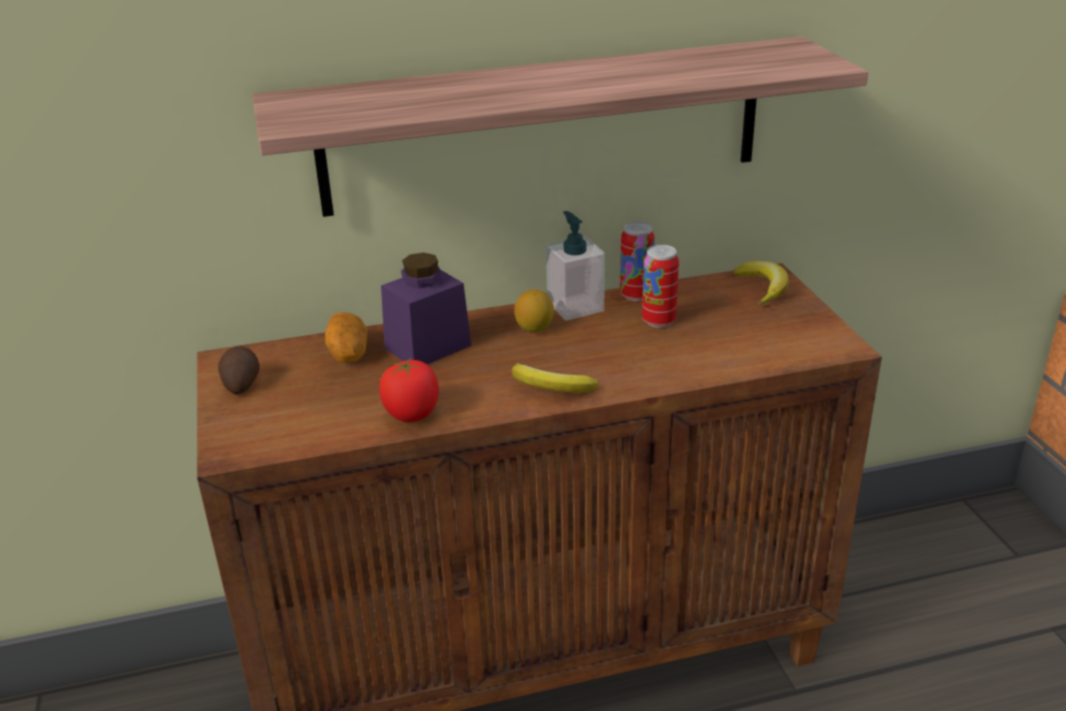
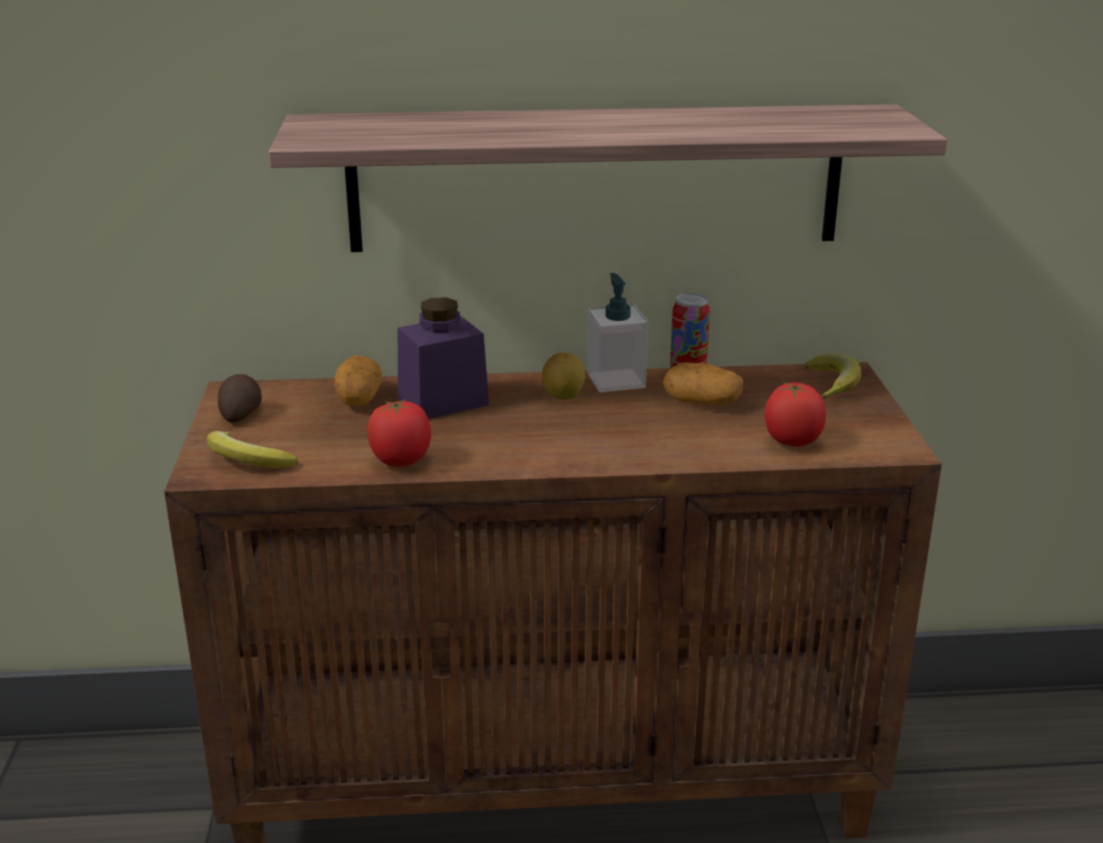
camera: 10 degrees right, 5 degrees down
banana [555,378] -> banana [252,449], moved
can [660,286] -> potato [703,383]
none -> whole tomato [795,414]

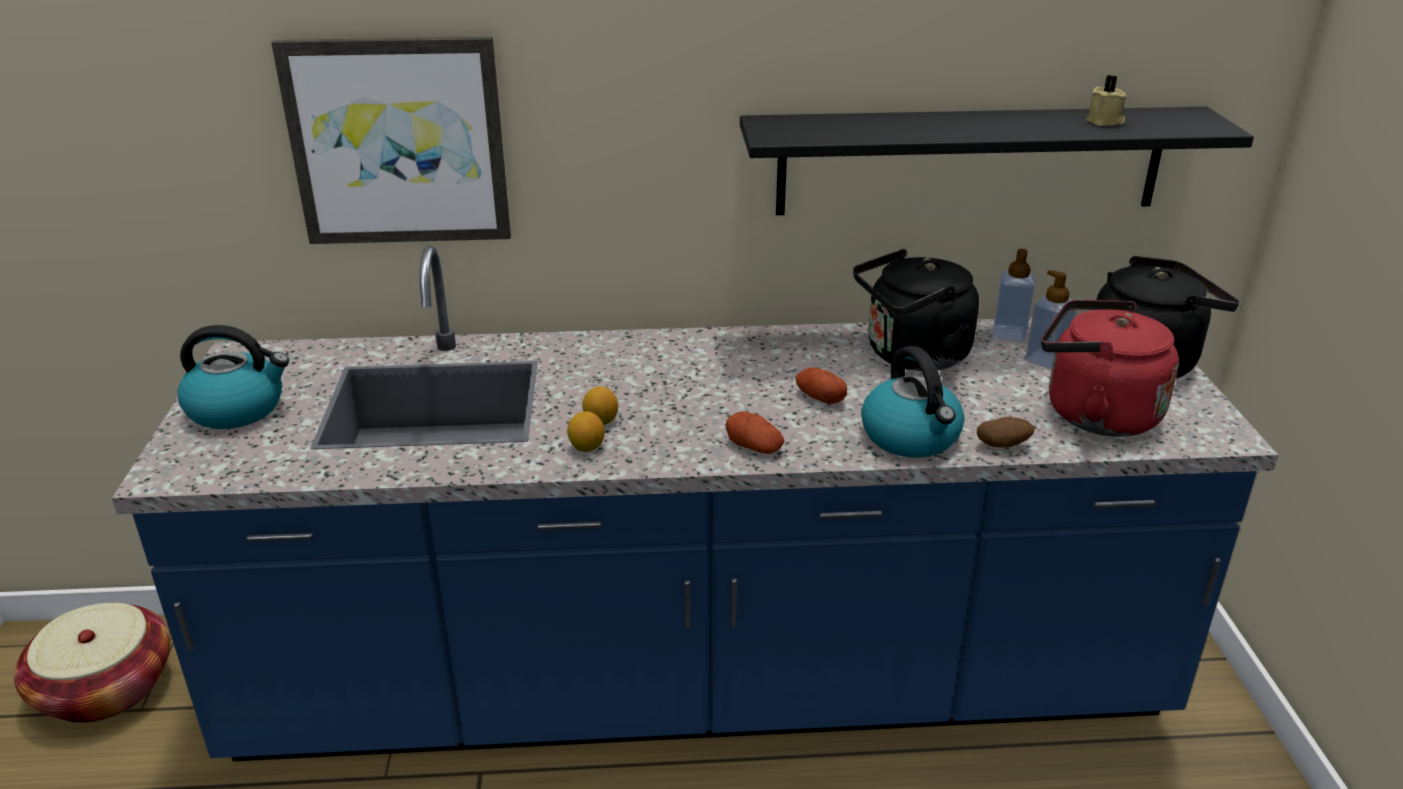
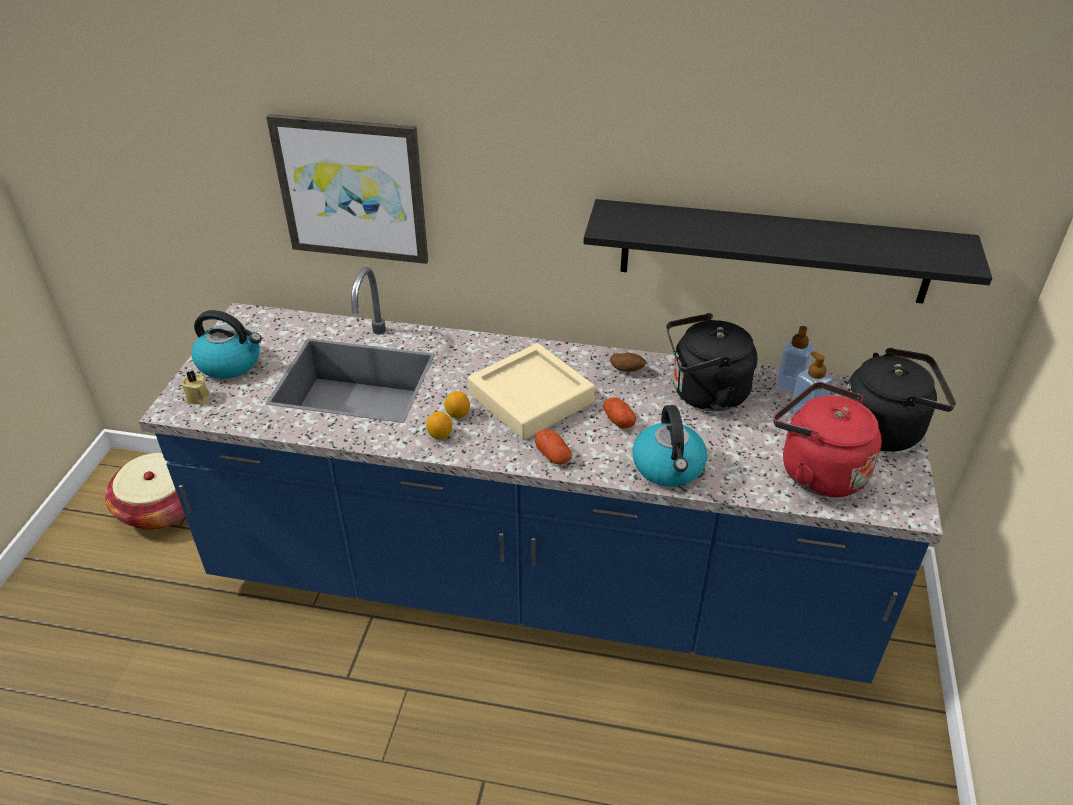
camera: 15 degrees right, 10 degrees up
potato [1006,432] -> potato [628,362], moved
beige-coloured candle [1106,100] -> beige-coloured candle [196,388], moved
none -> beige-coloured carrying tray [531,391]

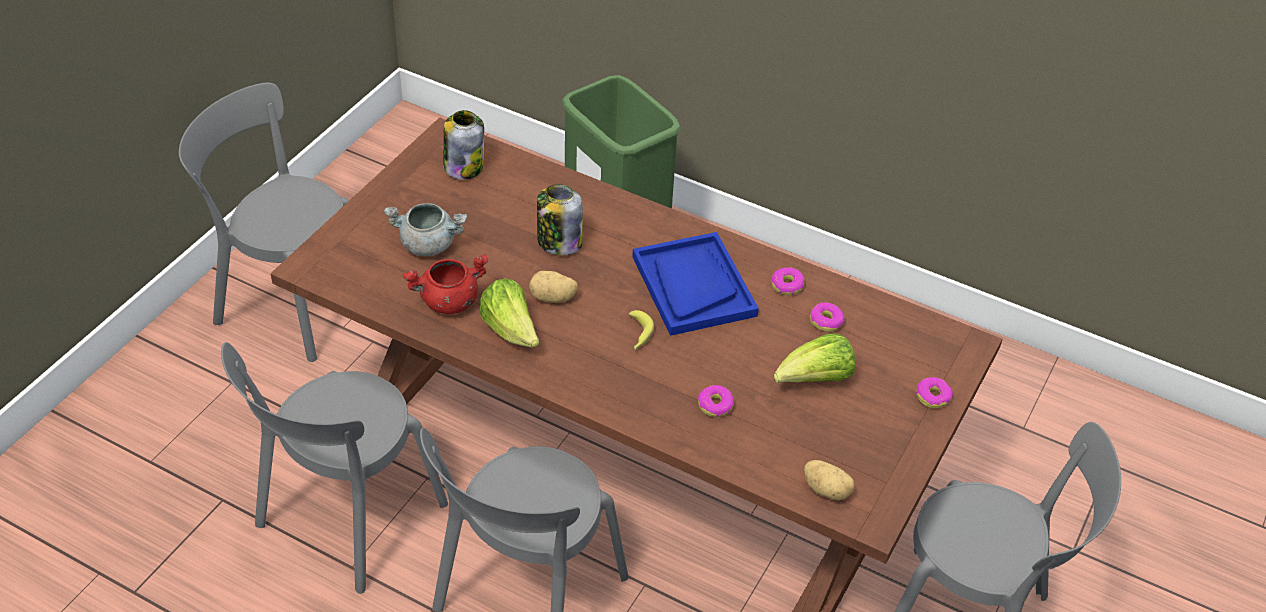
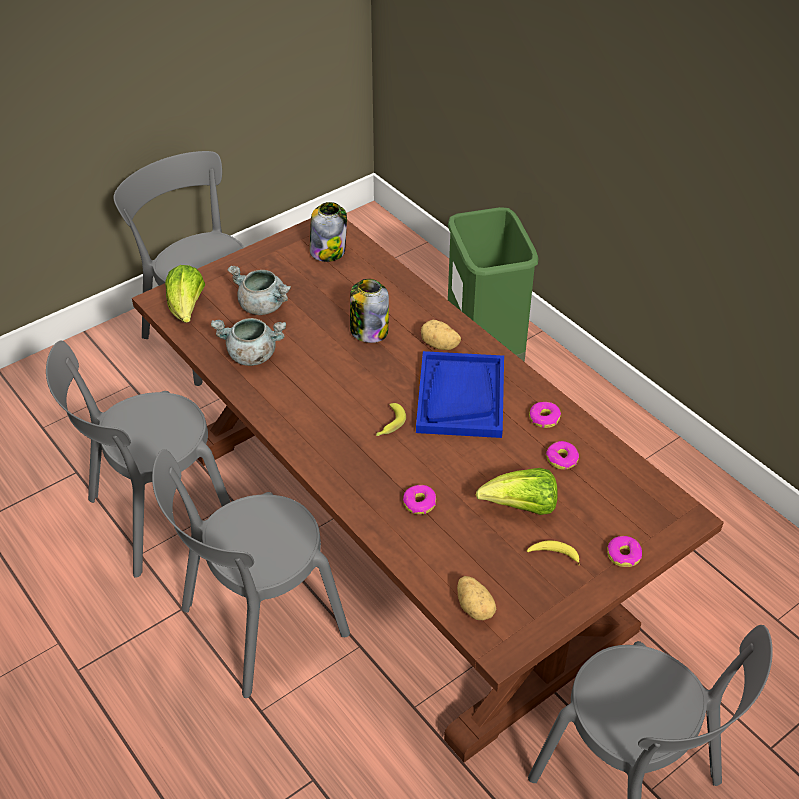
camera: 25 degrees right, 0 degrees up
red-coloured saucepot [445,284] -> grey saucepot [248,342]
lettuce [509,313] -> lettuce [185,294], moved
potato [553,287] -> potato [441,335], moved
none -> banana [553,553]

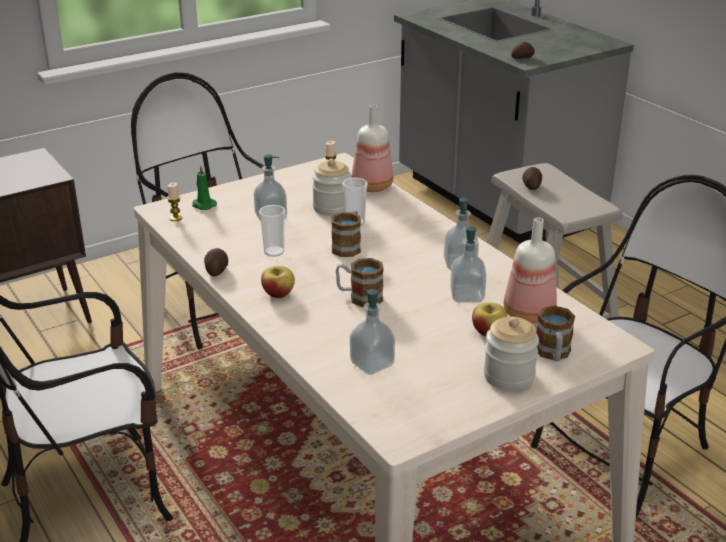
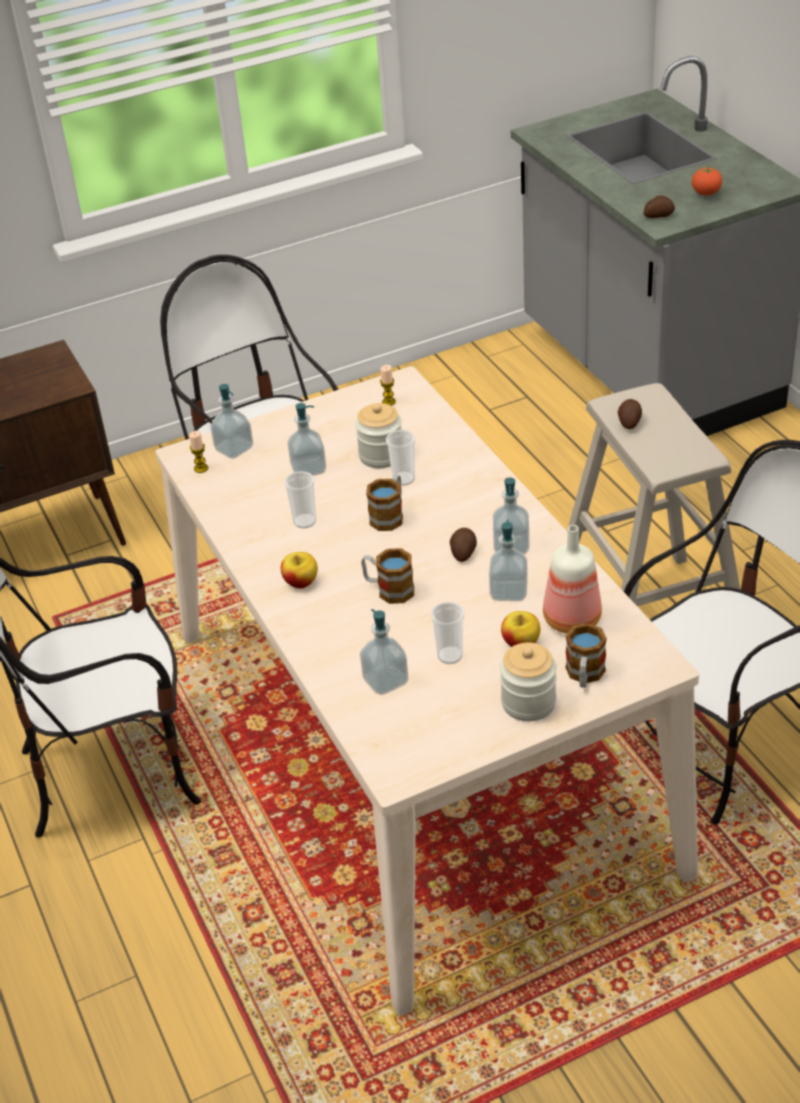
camera: 10 degrees right, 10 degrees up
green candle [204,187] -> soap bottle [231,421]
potato [216,262] -> potato [463,545], moved
drink bottle [372,148] -> none
none -> cup [448,633]
none -> whole tomato [707,181]

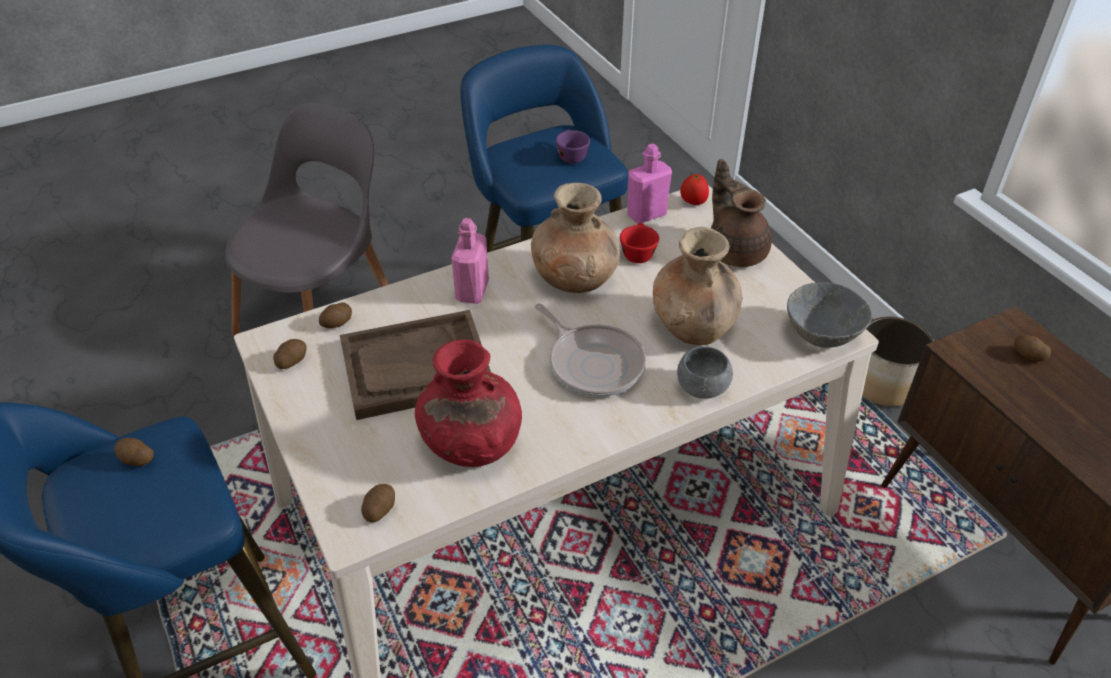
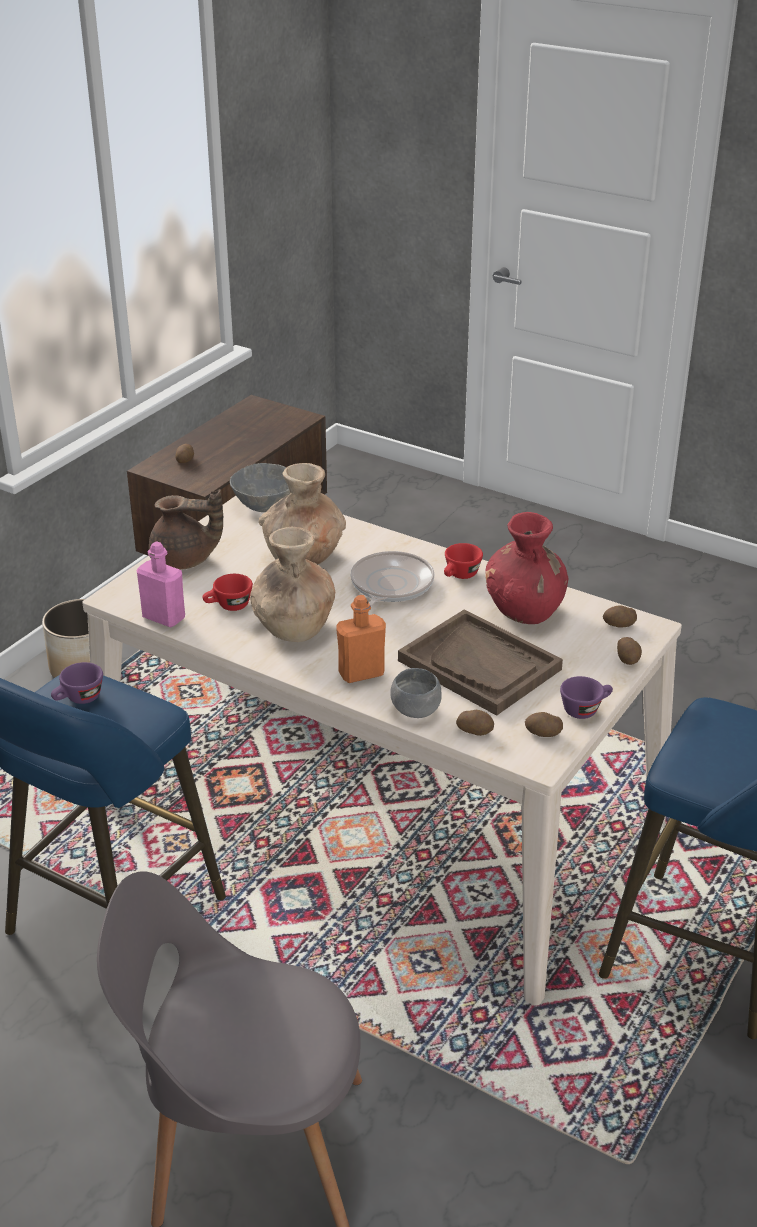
camera: 120 degrees left, 10 degrees down
potato [134,452] -> potato [629,651], moved
pink drink bottle [470,261] -> orange-coloured drink bottle [361,639]
grey deep dish [705,372] -> grey deep dish [416,693], moved
whole tomato [694,189] -> none
brownish pot for tea [741,213] -> brownish pot for tea [186,529], 120 degrees counterclockwise
none -> red-coloured cup [463,561]
none -> purple cup [586,697]

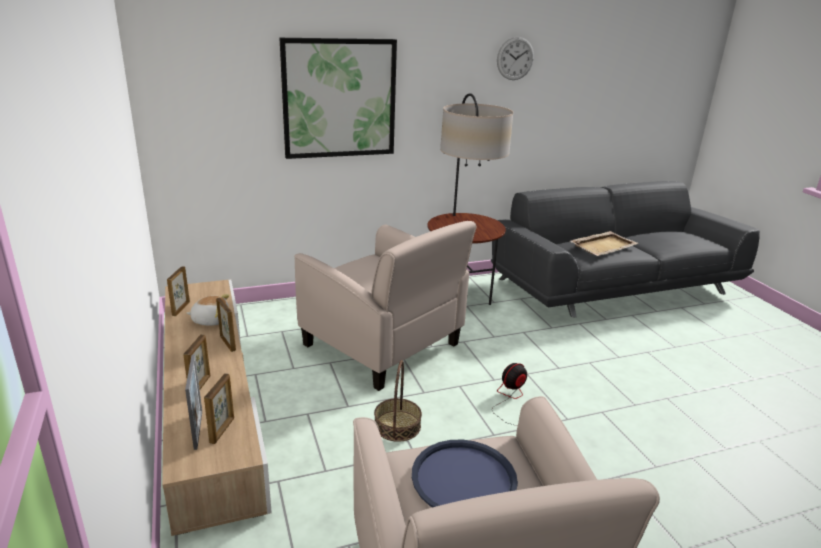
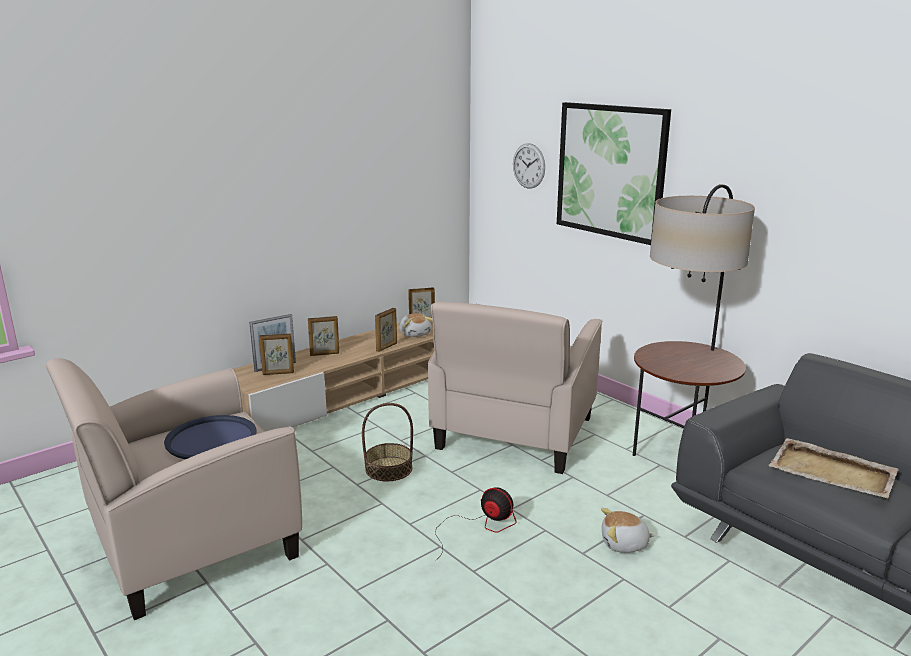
camera: 70 degrees right, 5 degrees down
wall clock [515,58] -> wall clock [529,166], moved
none -> soft toy [628,530]

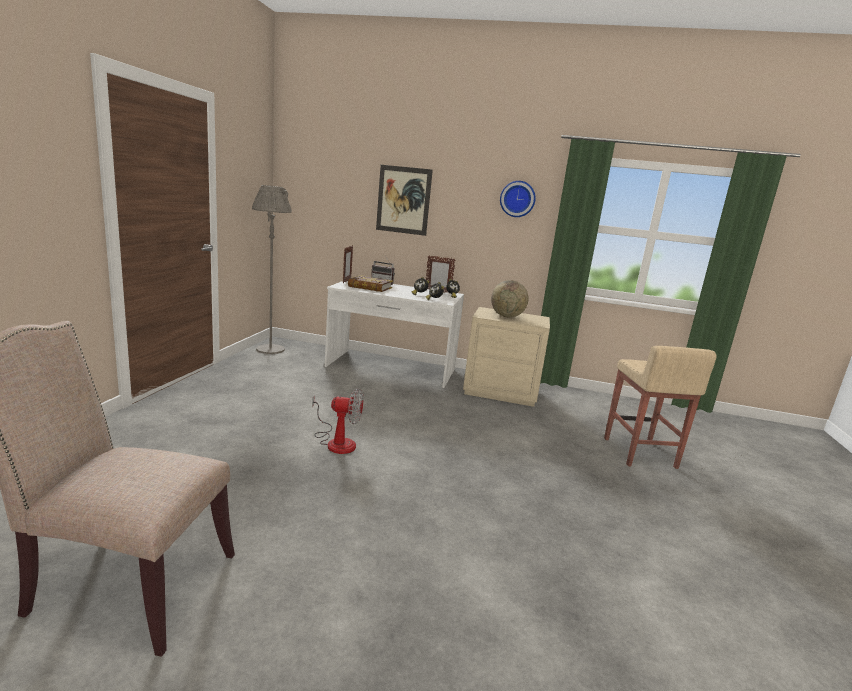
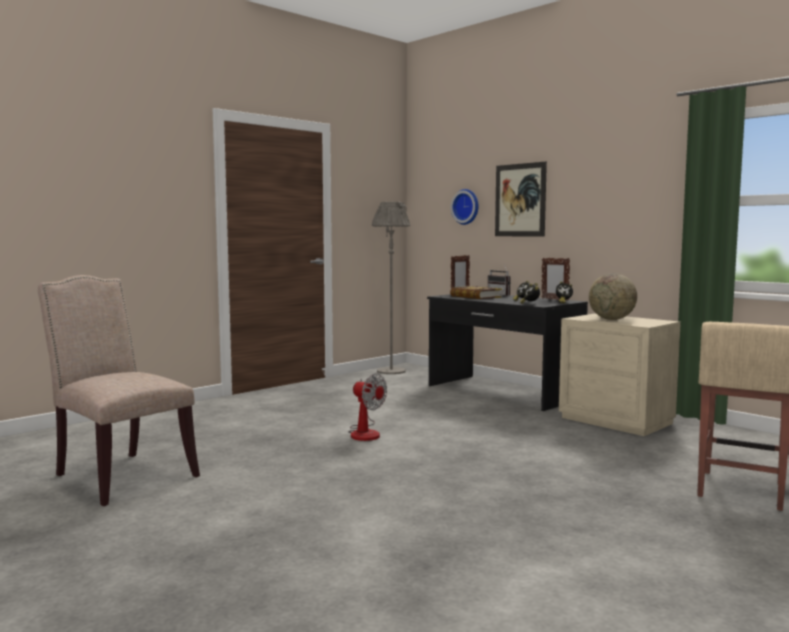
camera: 35 degrees right, 10 degrees down
whitish desk unit [394,334] -> black desk unit [507,352]
wall clock [518,199] -> wall clock [465,207], moved

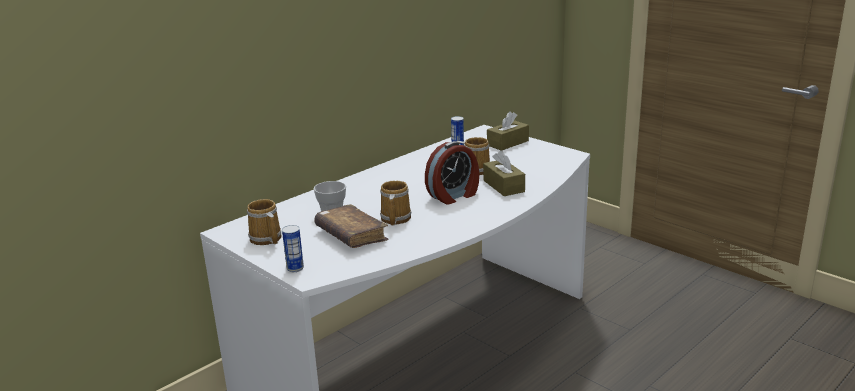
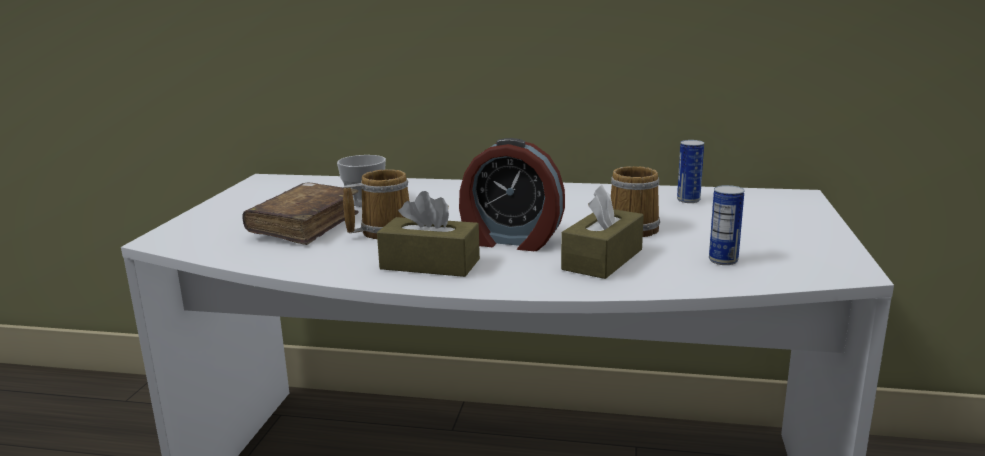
camera: 55 degrees right, 5 degrees down
tea mug [264,222] -> none
can [293,248] -> can [727,225], moved
brownish box of tissues [508,131] -> brownish box of tissues [428,234], moved

